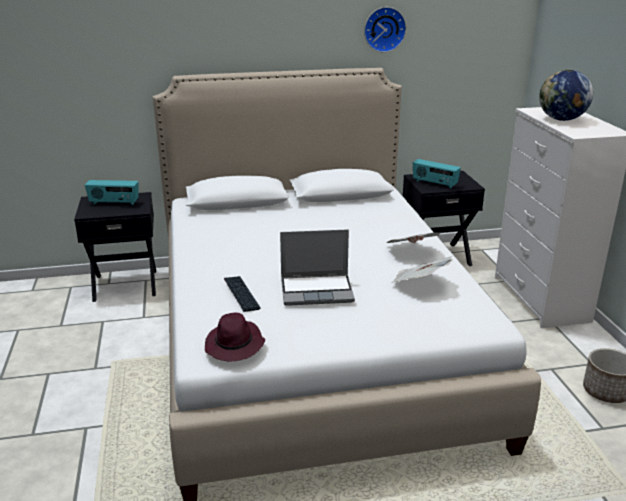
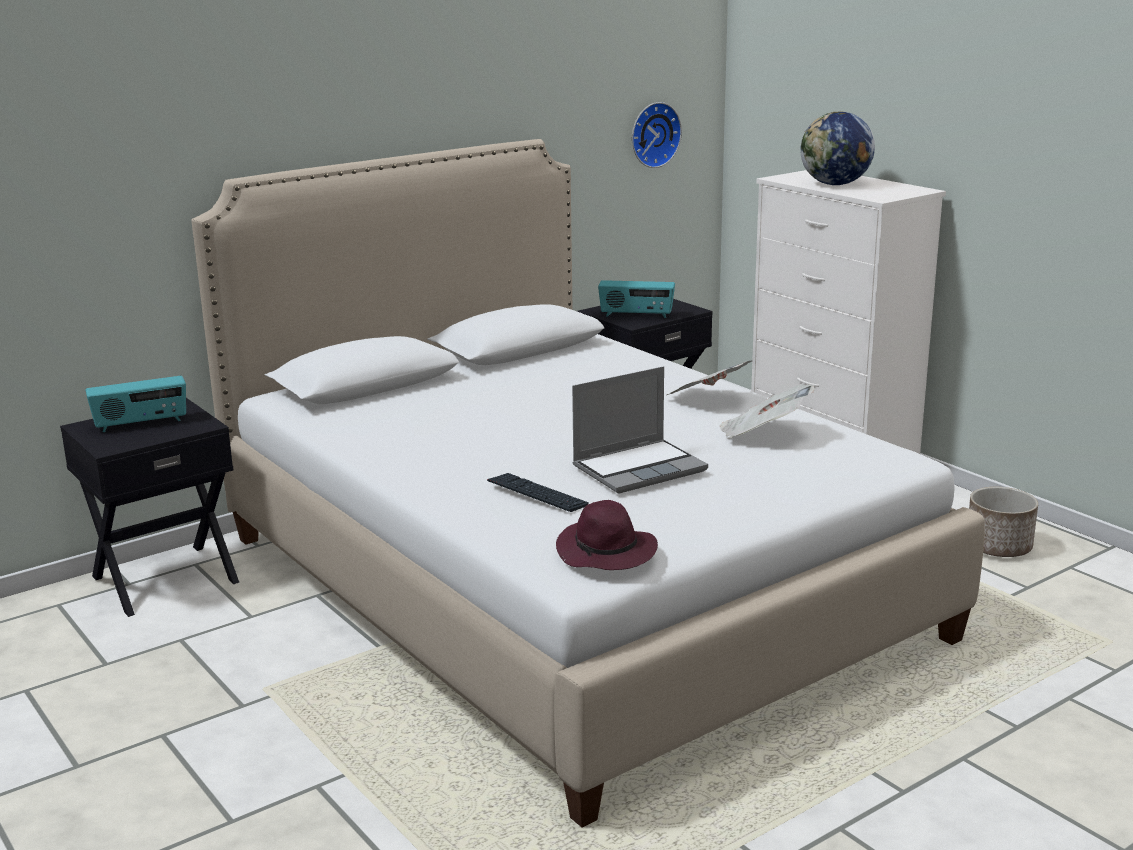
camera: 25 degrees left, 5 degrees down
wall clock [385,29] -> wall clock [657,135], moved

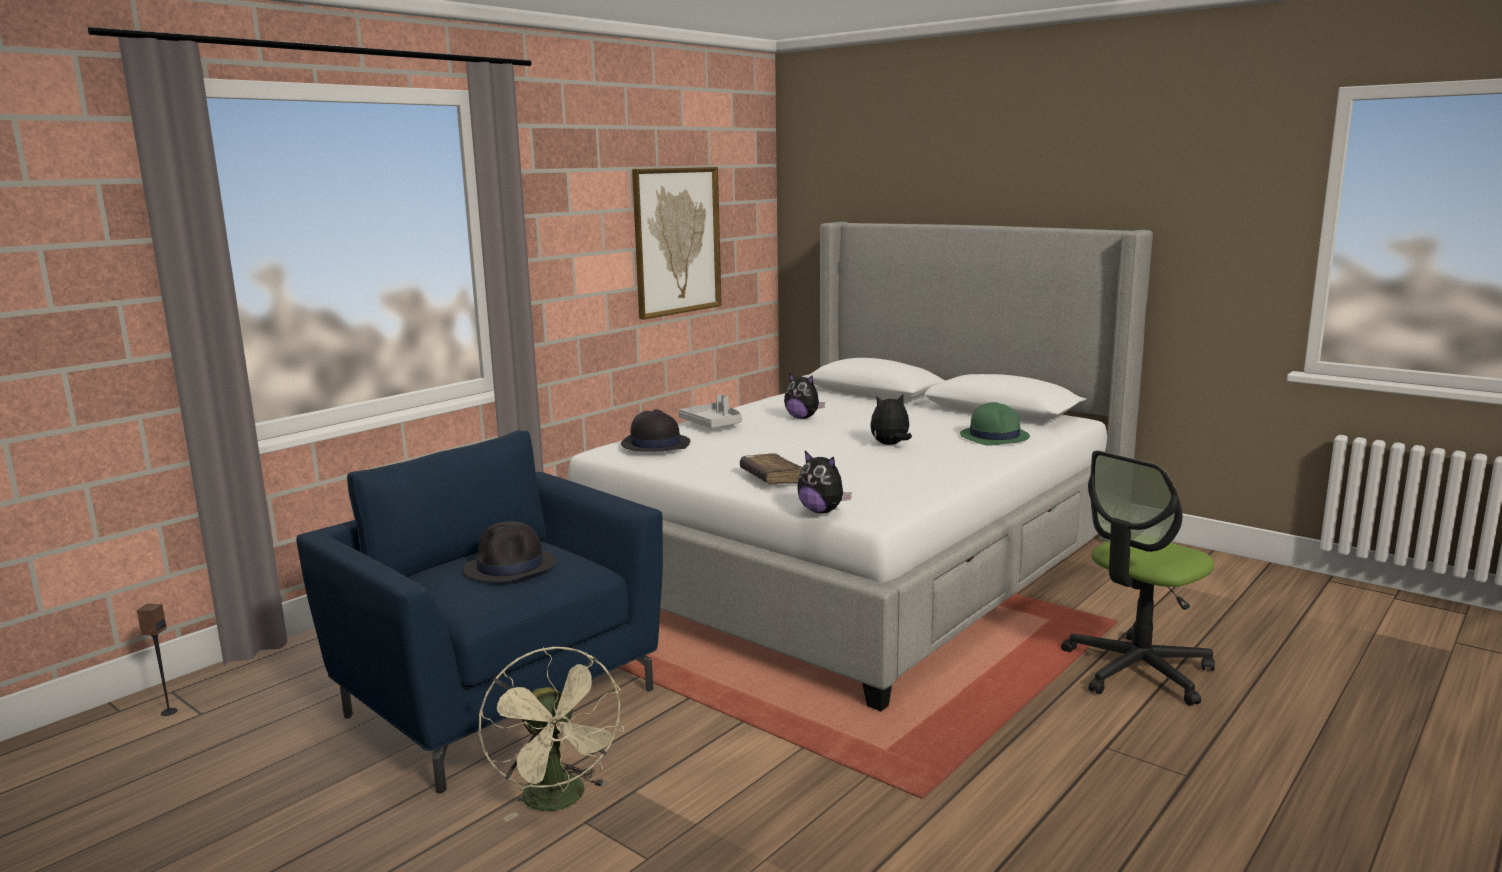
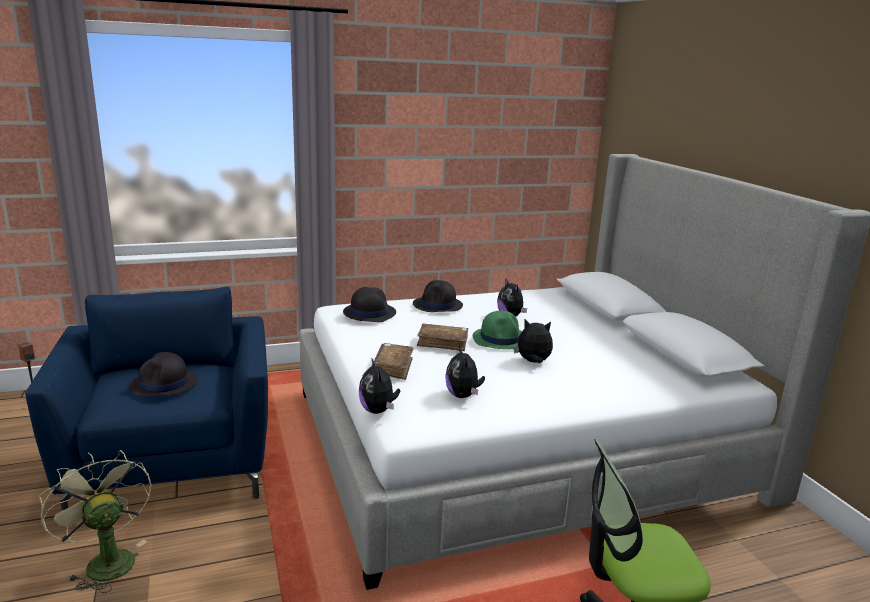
camera: 30 degrees right, 5 degrees up
beige-coloured electric fan [551,734] -> beige-coloured electric fan [95,521], 135 degrees clockwise
picture [677,243] -> none
grey carrying tray [710,411] -> black wearable hat [438,296]
green wearable hat [995,424] -> green wearable hat [497,330], moved
none -> brownish volume [442,337]
none -> soft toy [465,371]

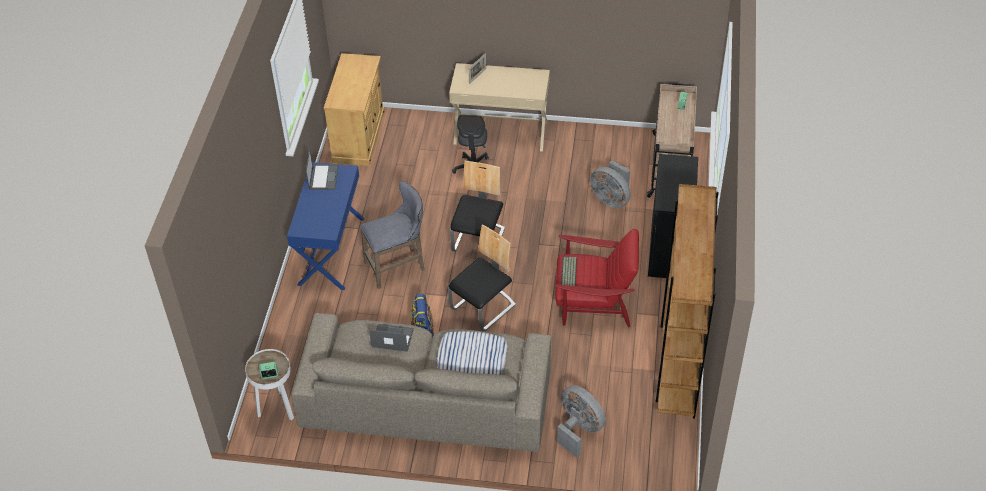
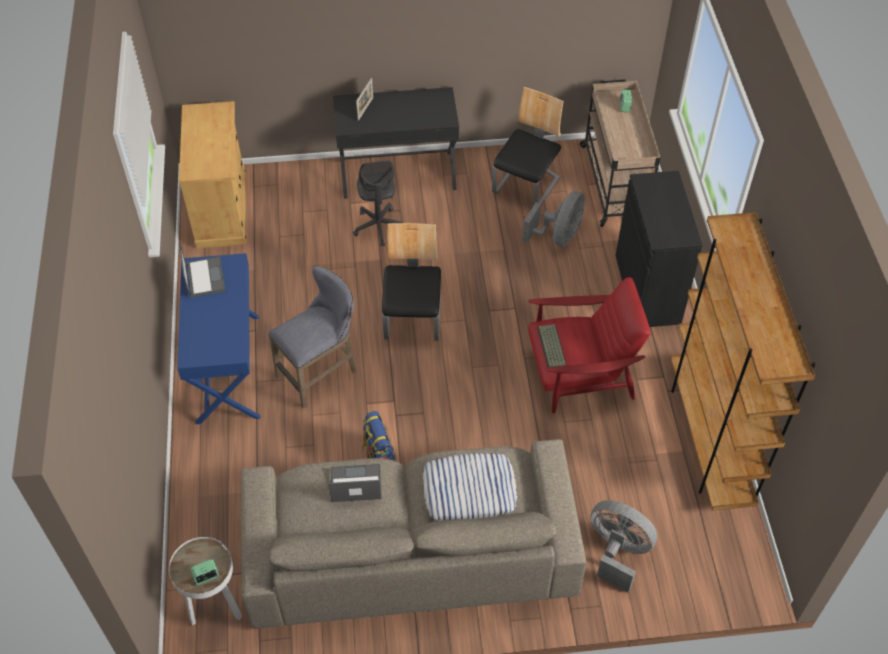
camera: 15 degrees left, 5 degrees up
plain chair [482,277] -> plain chair [528,146], moved
beige-coloured desk unit [499,107] -> black desk unit [396,143]
grey electric fan [610,184] -> grey electric fan [553,219], 90 degrees counterclockwise

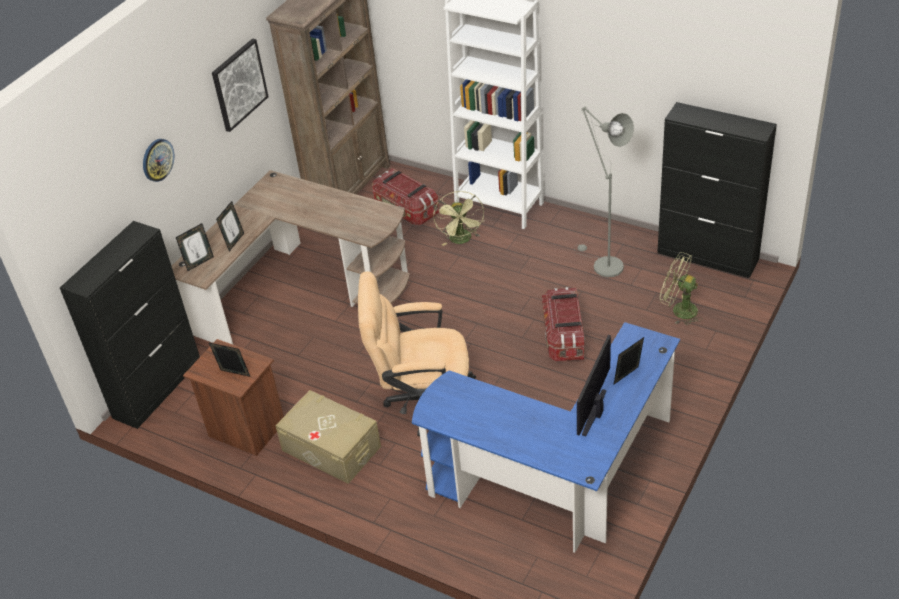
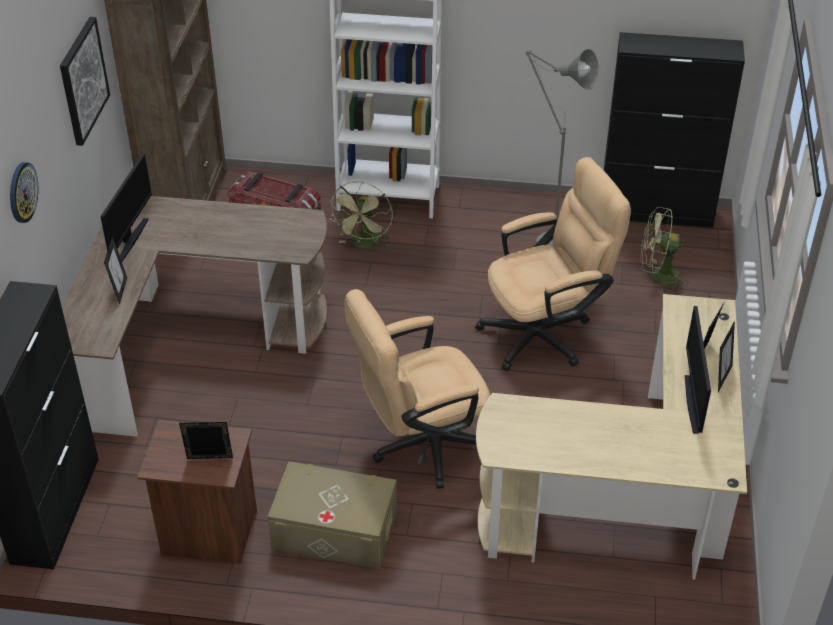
camera: 25 degrees left, 0 degrees up
picture frame [194,247] -> picture frame [726,356], moved
bluish desk unit [546,437] -> beige-coloured desk unit [611,437]
green electric fan [458,218] -> green electric fan [361,214], 45 degrees clockwise
storage container [563,324] -> beige-coloured office chair [553,264]
none -> computer display [126,208]

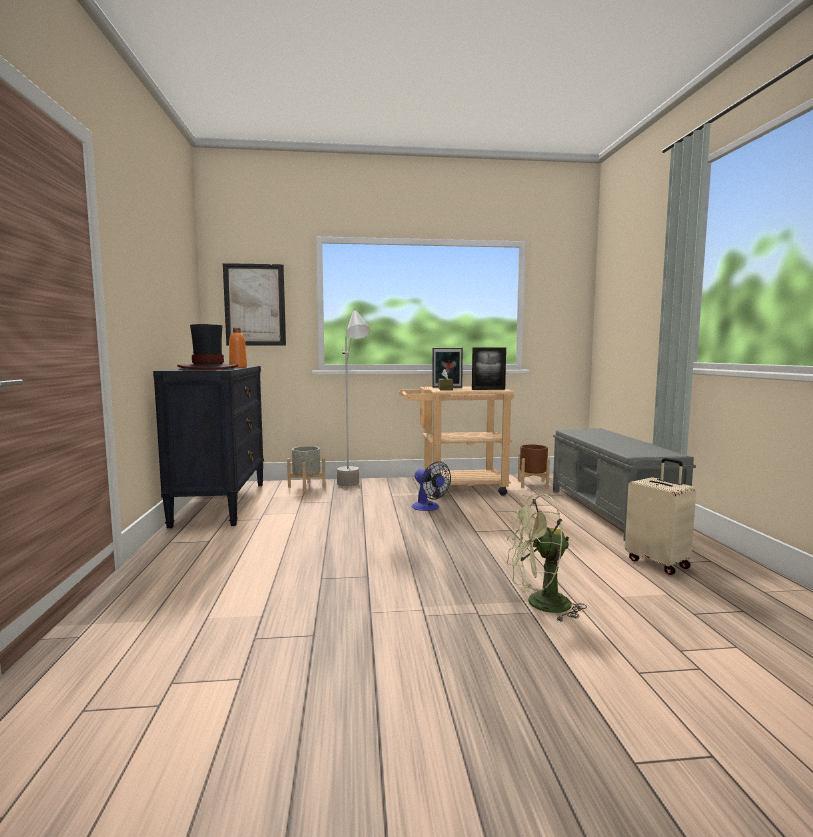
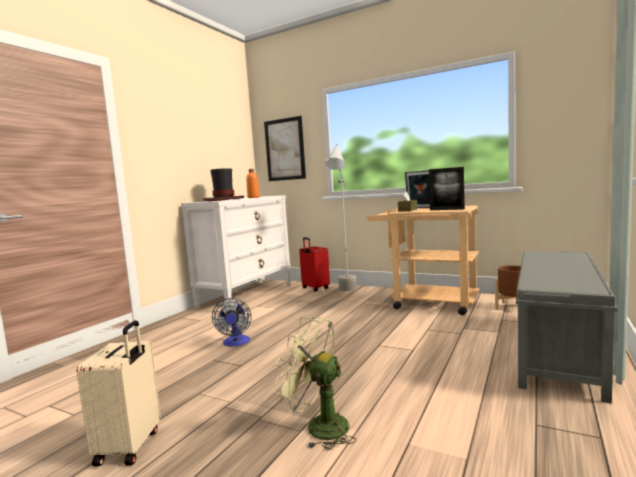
camera: 35 degrees right, 0 degrees up
black drawer chest [208,447] -> whitish drawer chest [236,251]
grey plant pot [306,469] -> red-coloured travel case [314,264]
electric fan [431,486] -> electric fan [231,322], moved
beige-coloured travel case [660,516] -> beige-coloured travel case [118,393], moved

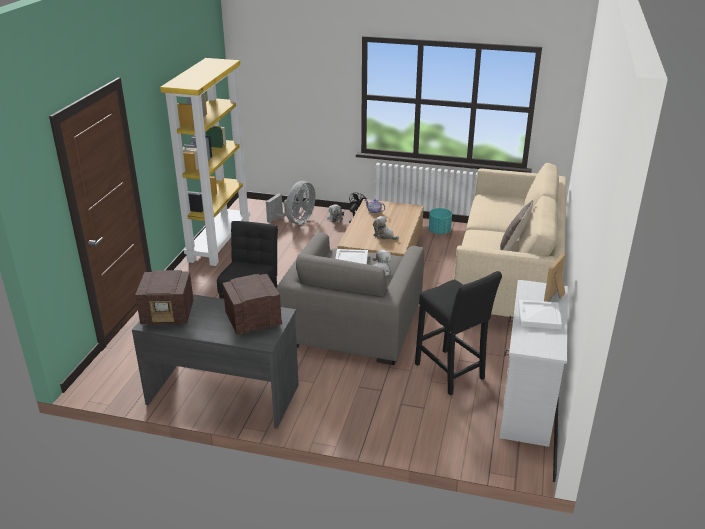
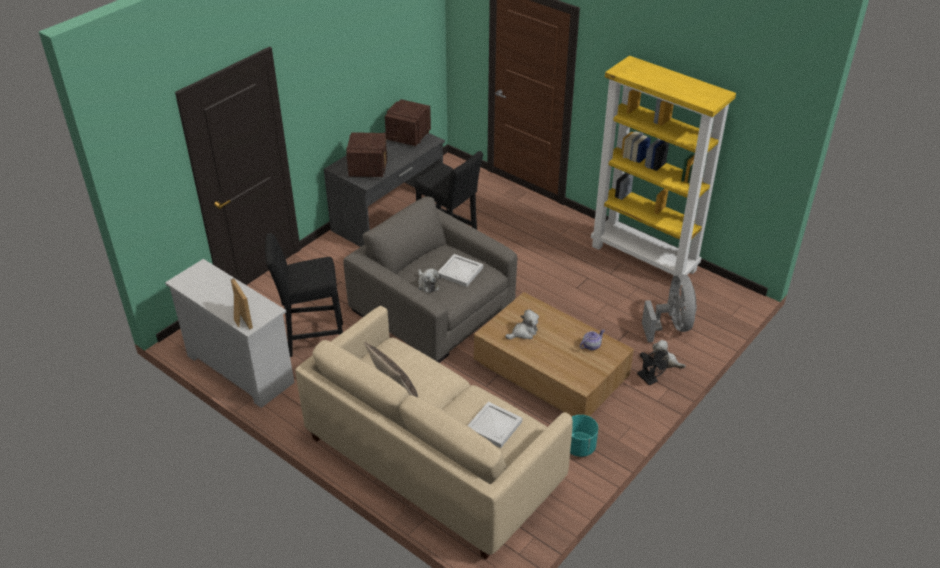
camera: 115 degrees right, 10 degrees up
grey electric fan [290,202] -> grey electric fan [669,308], 150 degrees counterclockwise
whitish carrying tray [540,314] -> whitish carrying tray [494,425], moved

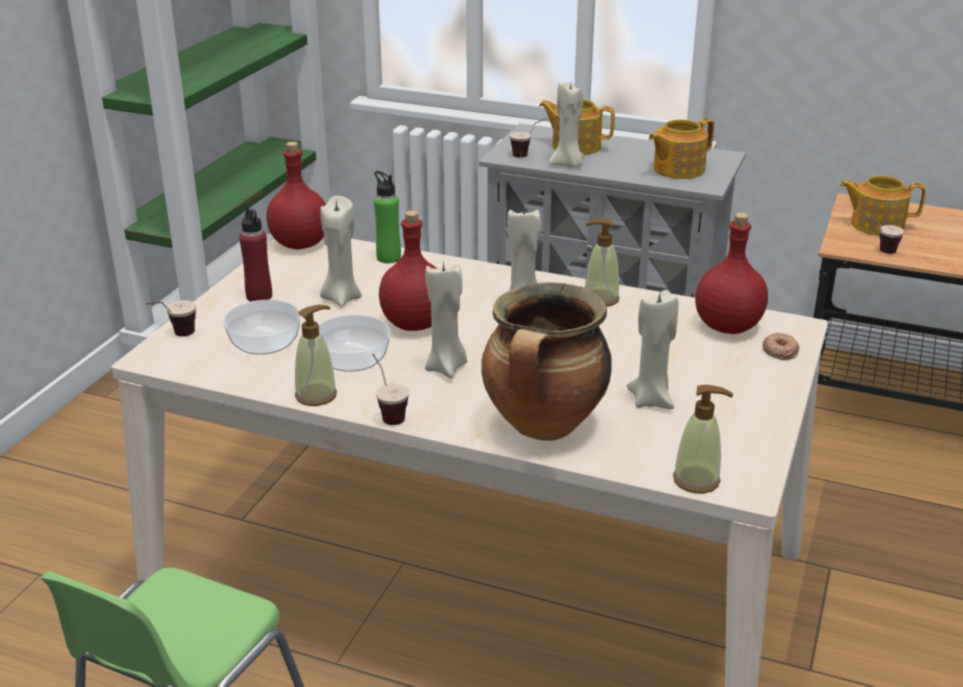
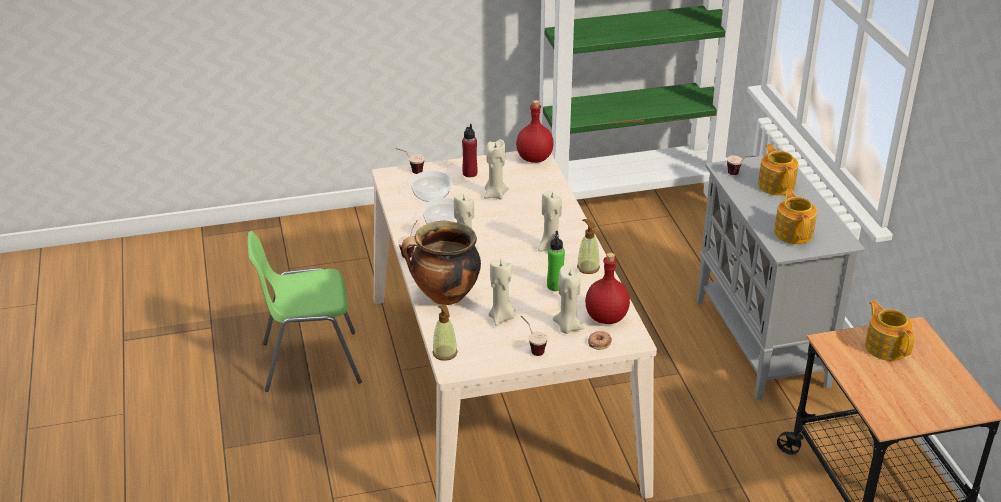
camera: 55 degrees right, 5 degrees up
soap bottle [316,355] -> none
green drink bottle [387,217] -> green drink bottle [556,261], moved
red-coloured drink bottle [408,270] -> none
beige-coloured candle [566,124] -> beige-coloured candle [568,299], moved
pot for tea [681,148] -> pot for tea [795,216], 60 degrees clockwise
cup [884,235] -> cup [534,336], moved

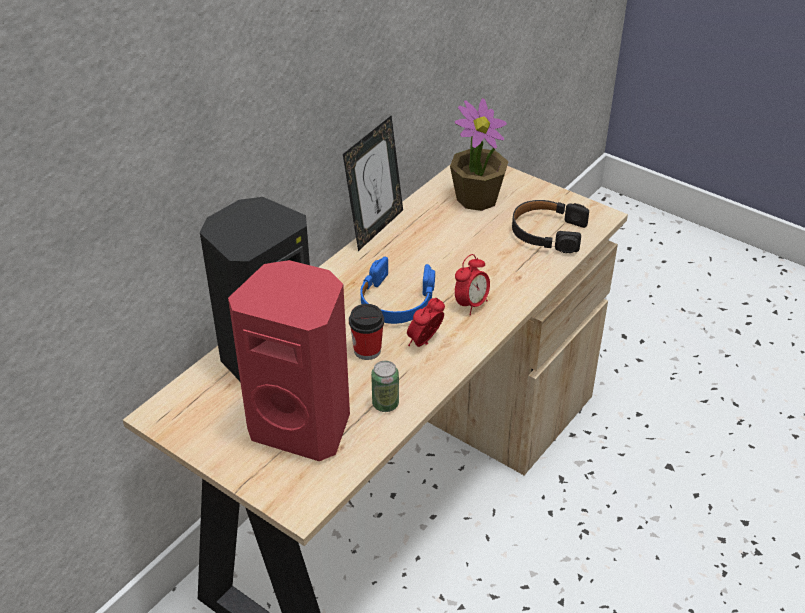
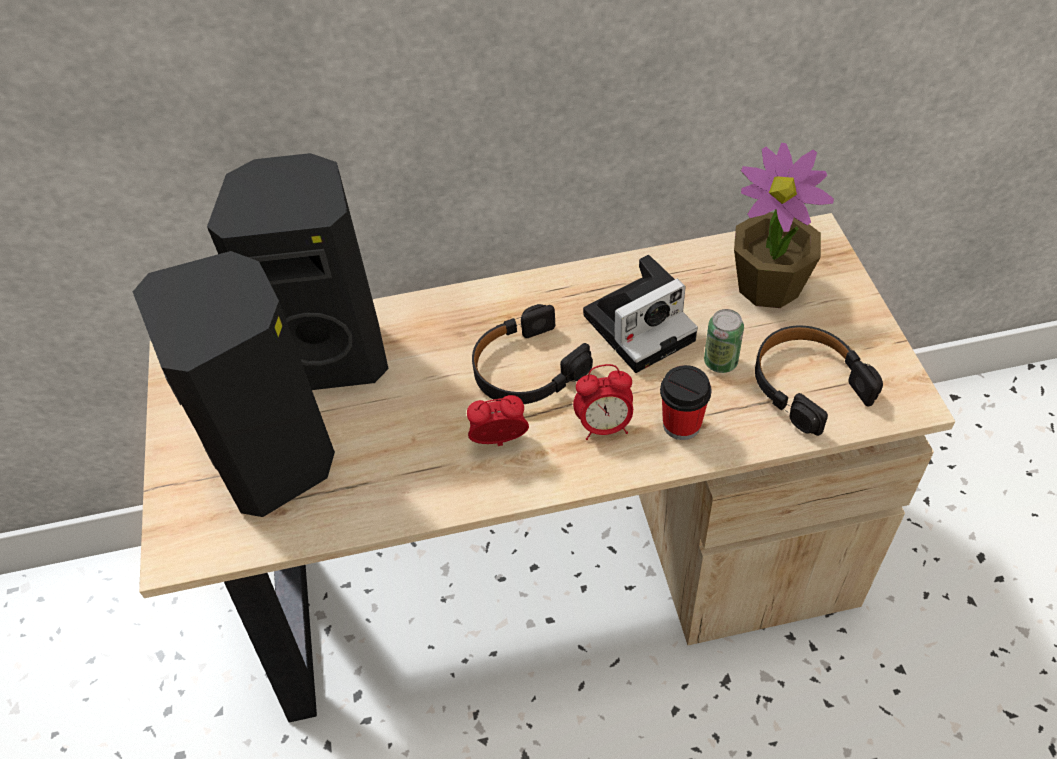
camera: 45 degrees right, 10 degrees up
red-coloured loudspeaker [289,360] -> black loudspeaker [234,384]
picture frame [373,183] -> none
cup [366,332] -> cup [686,402], moved
bluish pair of headphones [398,290] -> black pair of headphones [532,354]
can [385,386] -> can [724,341], moved
none -> photo camera [640,314]

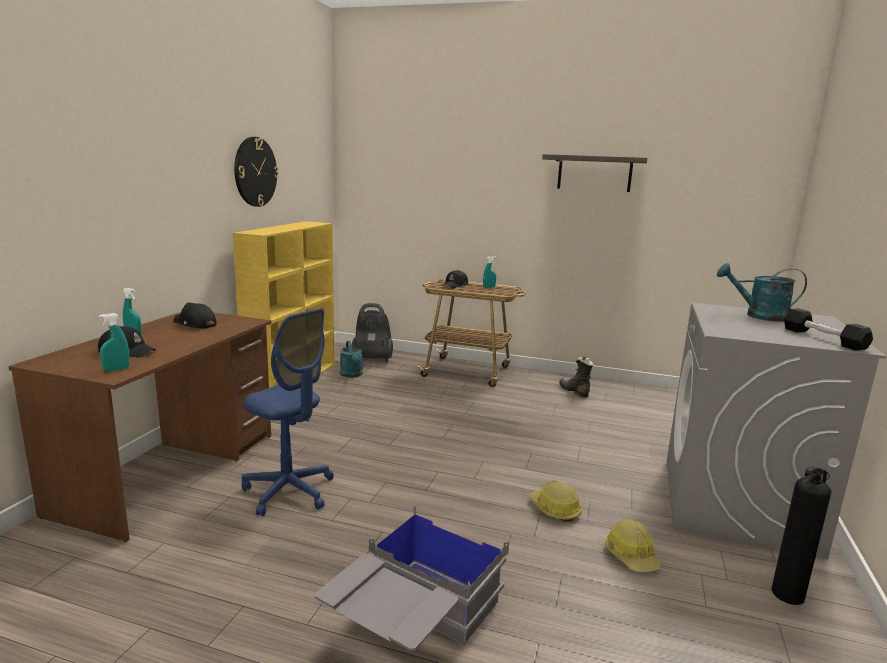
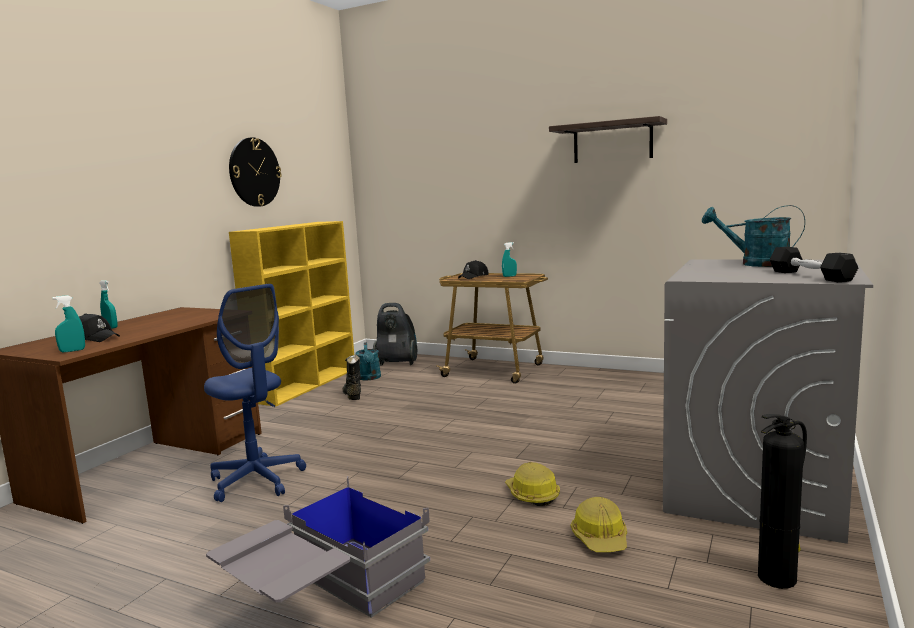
camera: 10 degrees right, 5 degrees down
black peaked cap [195,315] -> none
black boot [576,377] -> black boot [352,377], moved

